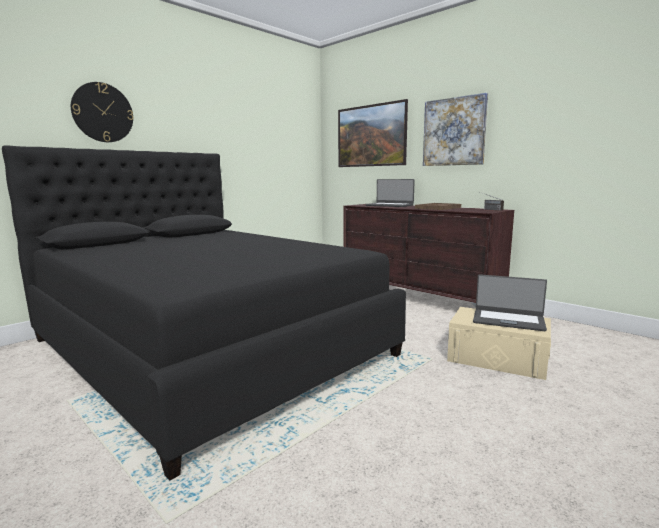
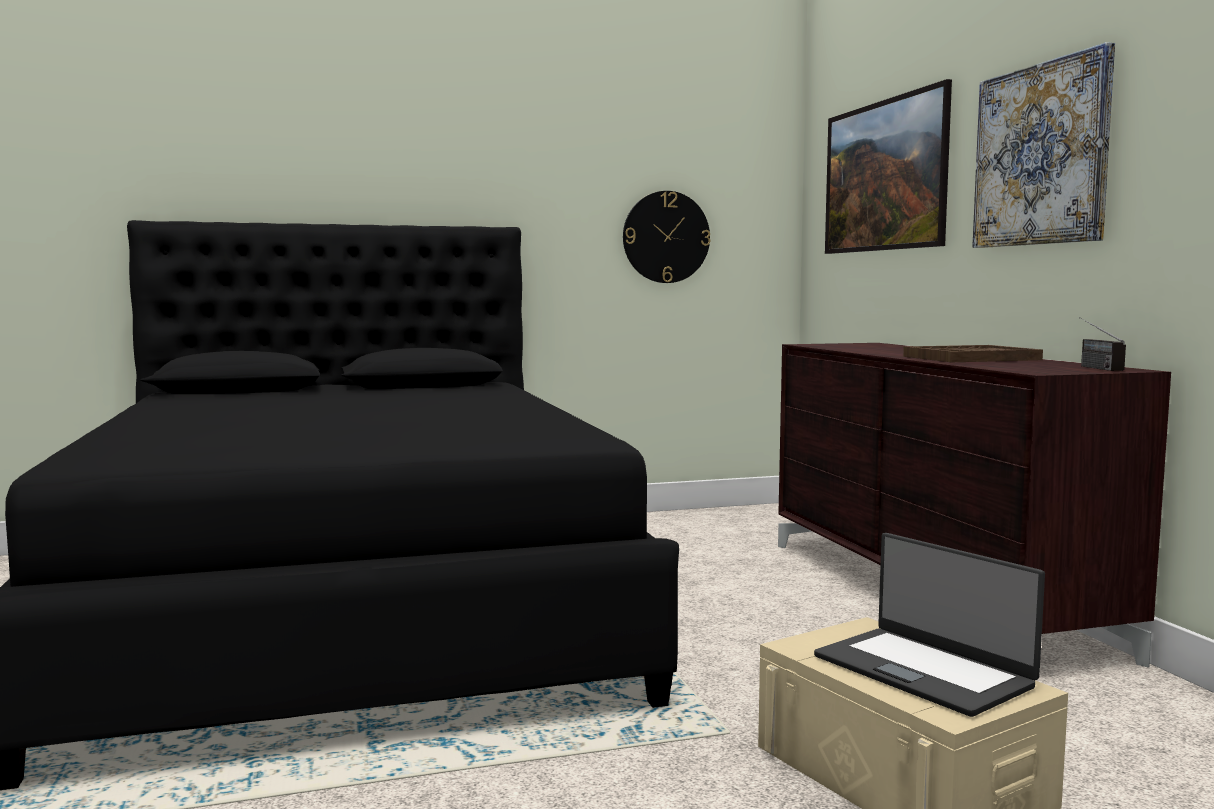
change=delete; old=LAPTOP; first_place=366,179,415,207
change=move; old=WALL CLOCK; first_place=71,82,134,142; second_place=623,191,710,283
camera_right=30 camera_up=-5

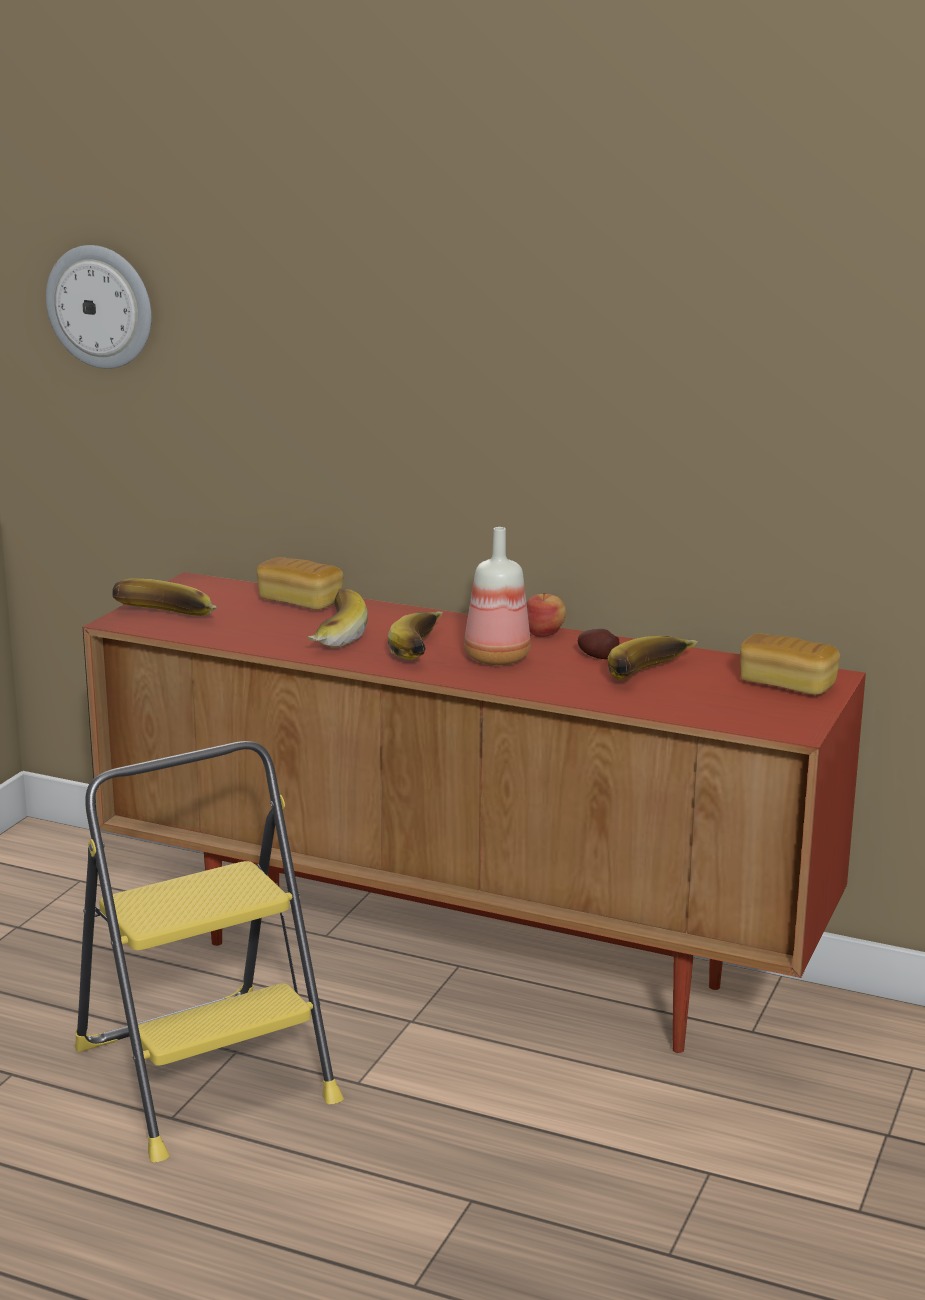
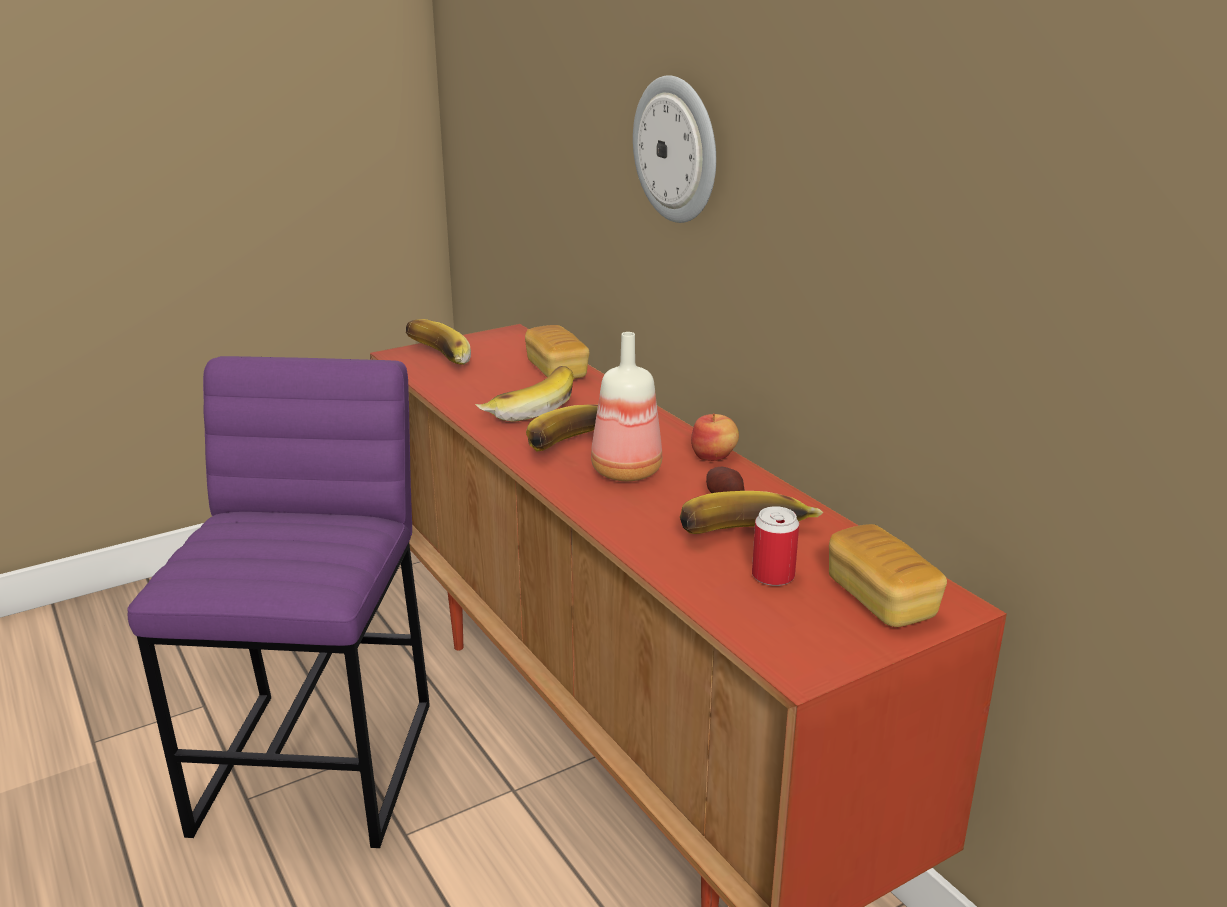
change=insert; new=CAN; second_place=752,506,799,586
change=move; old=WALL CLOCK; first_place=46,245,152,369; second_place=633,75,716,223
change=replace; old=YELLOW STEP LADDER; new=PURPLE STOOL; first_place=75,741,344,1163; second_place=127,356,430,848
camera_right=35 camera_up=5

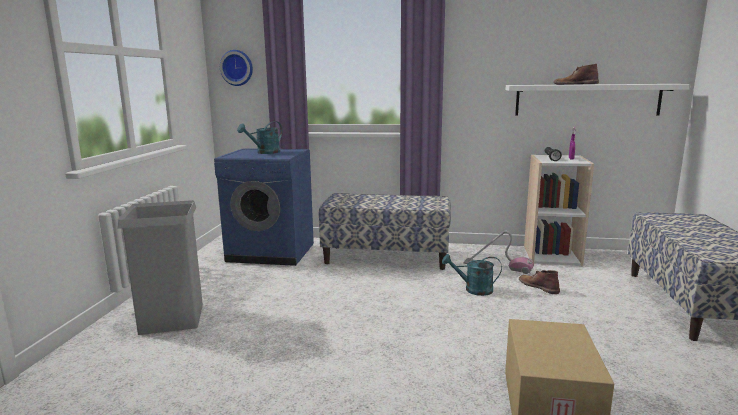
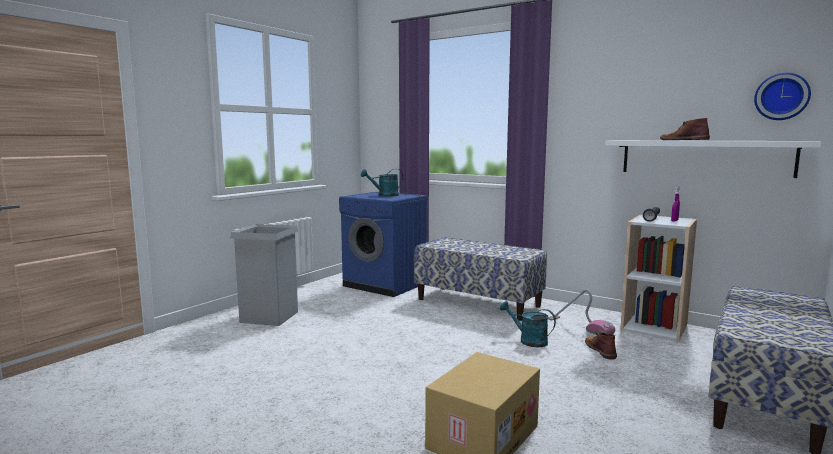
change=move; old=WALL CLOCK; first_place=220,50,253,86; second_place=754,73,811,120
camera_right=25 camera_up=-5

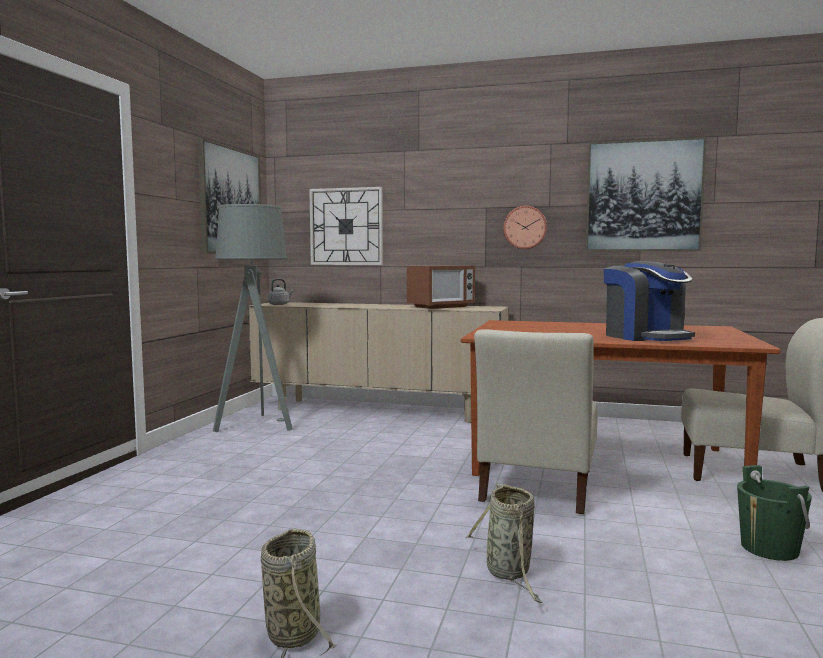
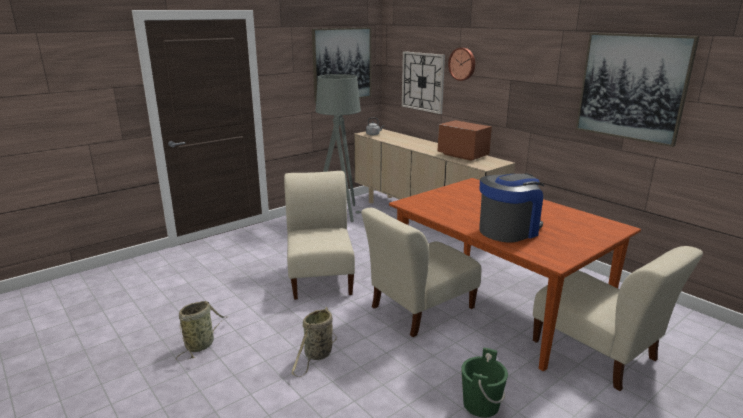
change=insert; new=BEIGE CHAIR; second_place=284,171,355,300
change=move; old=WALL CLOCK; first_place=503,206,547,249; second_place=448,48,475,81
change=rotate; old=MICROWAVE; first_place=407,266,475,309; second_place=437,120,492,161; degrees=-135
change=rotate; old=COFFEE MACHINE; first_place=604,261,695,341; second_place=479,173,545,243; degrees=-135
camera_right=35 camera_up=15

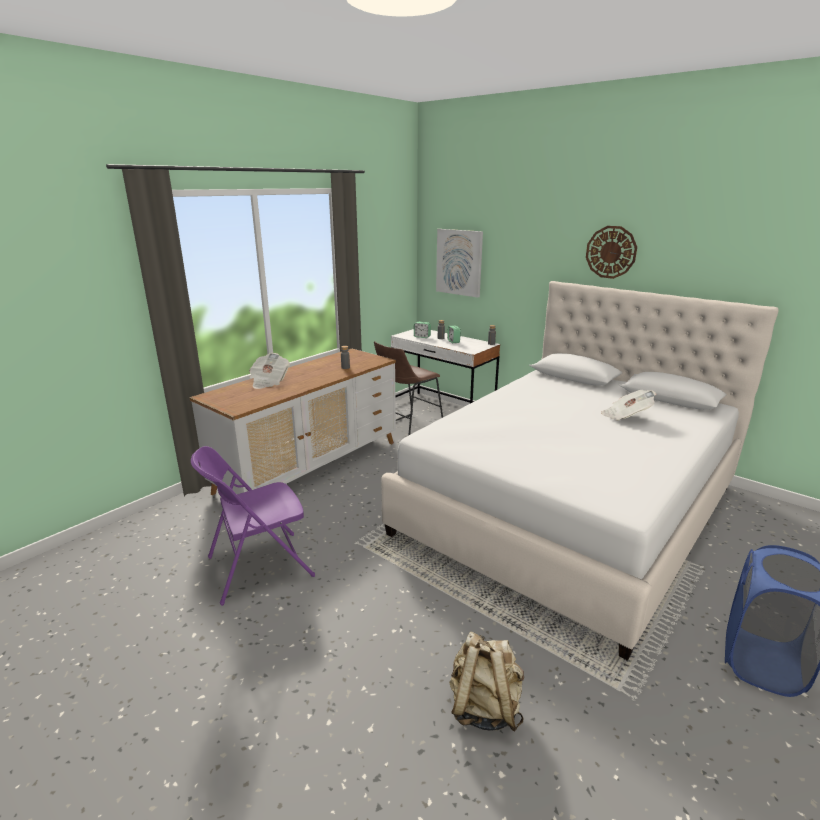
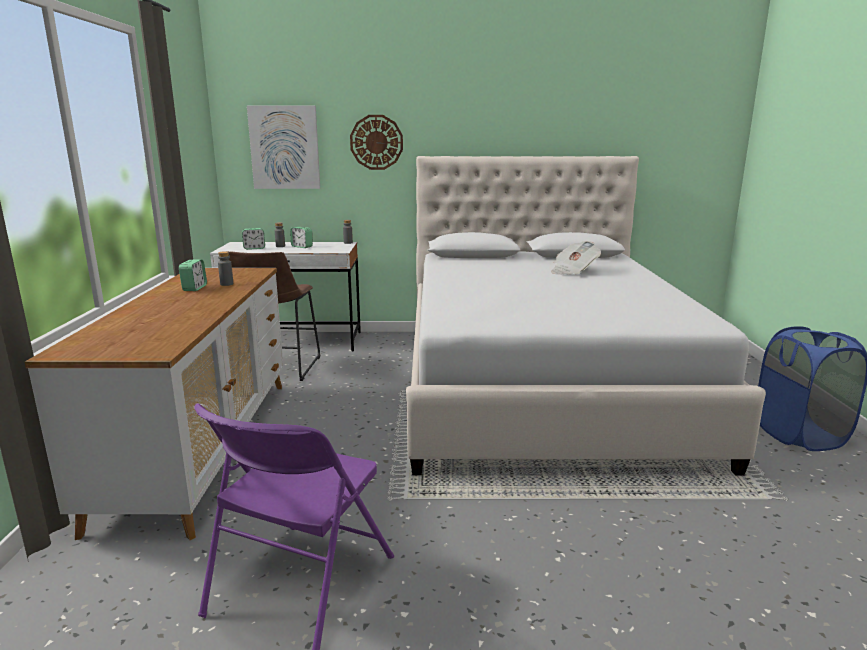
change=delete; old=NEWSPAPER; first_place=249,353,290,389
change=delete; old=BEIGE BACKPACK; first_place=449,632,524,732
change=insert; new=ALARM CLOCK; second_place=179,259,207,291
change=move; old=WALL CLOCK; first_place=586,226,637,279; second_place=350,115,403,170
camera_right=-40 camera_up=-5

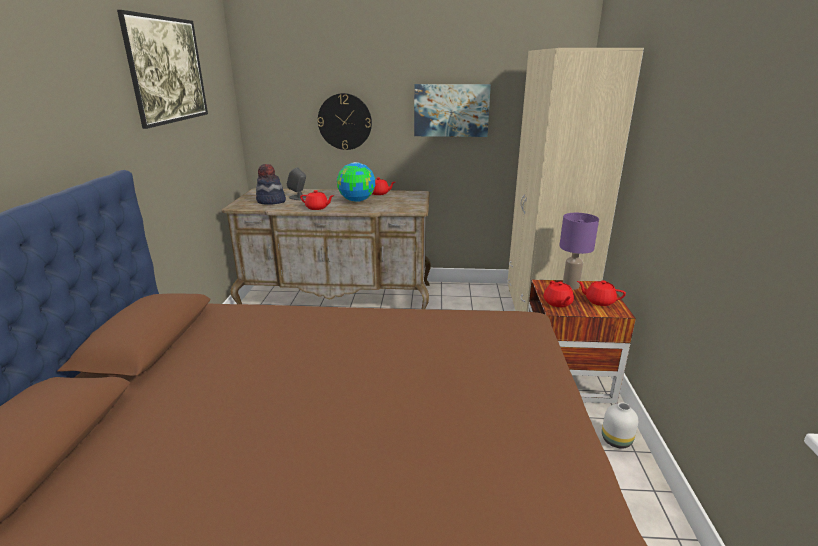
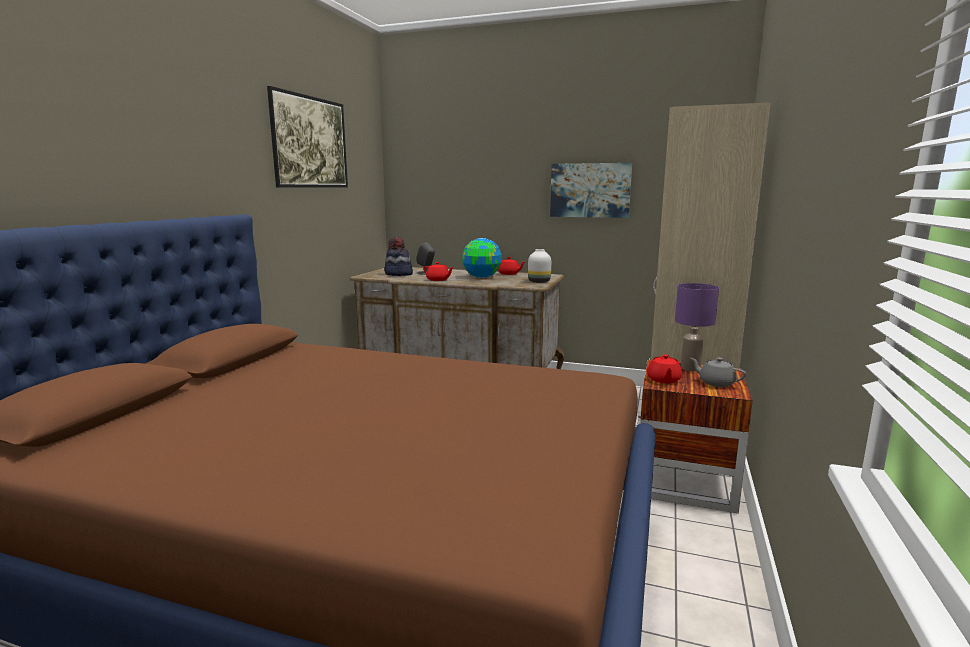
change=delete; old=WALL CLOCK; first_place=318,93,372,150
change=move; old=WHITE VASE; first_place=602,402,638,449; second_place=528,249,551,283
change=recolor; old=RED TEAPOT; new=GREY TEAPOT; first_place=577,280,626,306; second_place=690,357,746,387
camera_right=15 camera_up=-10

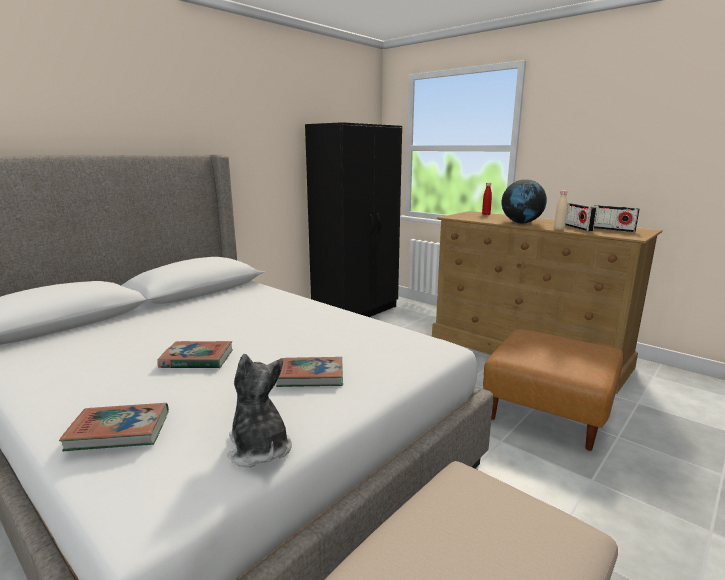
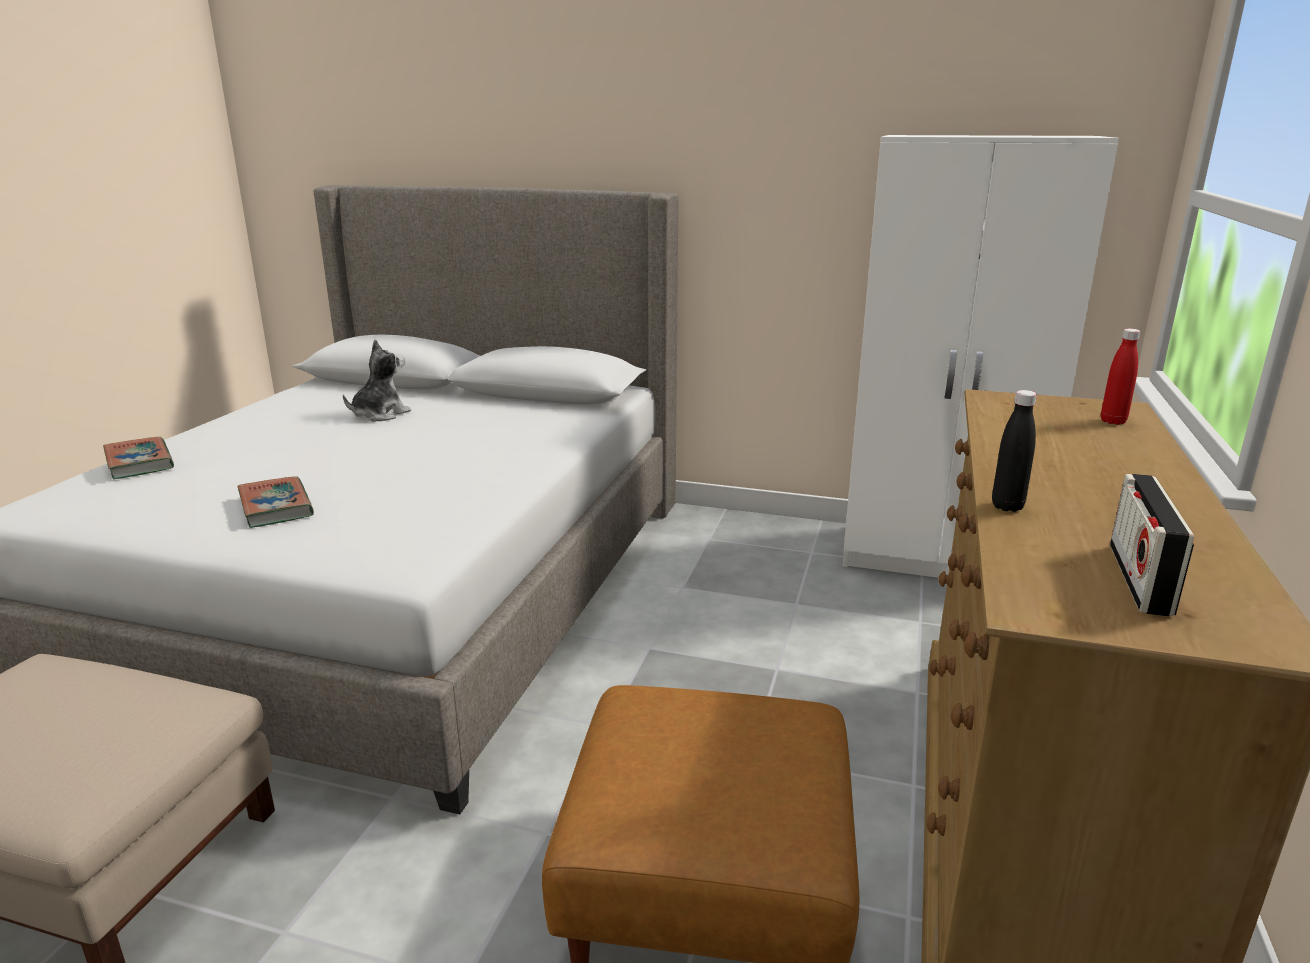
change=delete; old=BOOK; first_place=157,341,233,369
change=delete; old=GLOBE; first_place=502,179,547,224
change=delete; old=RADIO; first_place=565,203,597,231
change=move; old=PLUSH TOY; first_place=227,354,292,468; second_place=343,340,411,421
change=recolor; old=BLACK WARDROBE; new=WHITE WARDROBE; first_place=305,122,402,317; second_place=843,135,1119,578
change=recolor; old=BEIGE BOTTLE; new=BLACK BOTTLE; first_place=554,190,567,230; second_place=992,390,1037,512
camera_right=65 camera_up=5

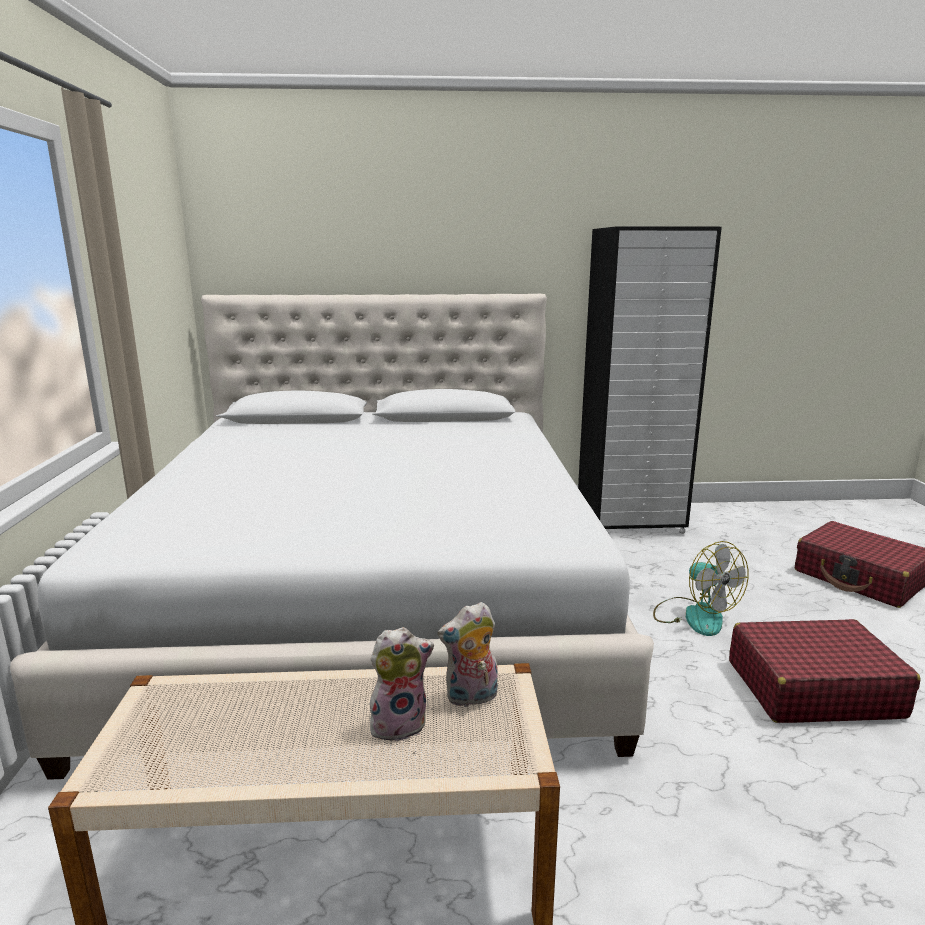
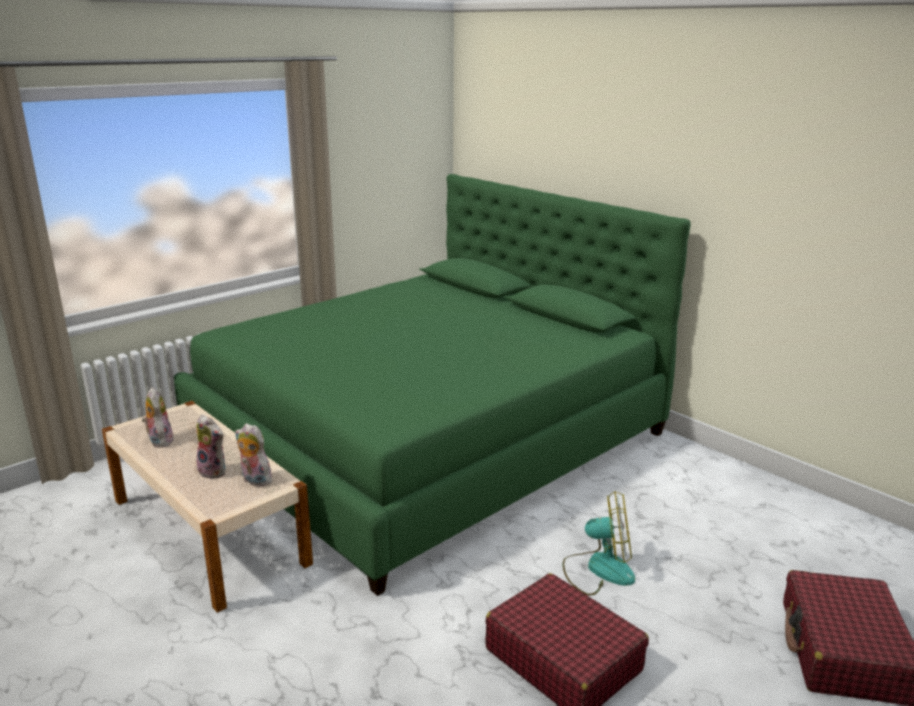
change=delete; old=WARDROBE; first_place=578,226,722,534
change=insert; new=PLUSH TOY; second_place=142,387,175,448
change=recolor; old=WHITE BED; new=GREEN BED; first_place=10,294,654,780; second_place=174,174,691,596
change=rotate; old=FAN; first_place=653,541,749,636; second_place=563,492,635,596; degrees=-105
camera_right=50 camera_up=5

